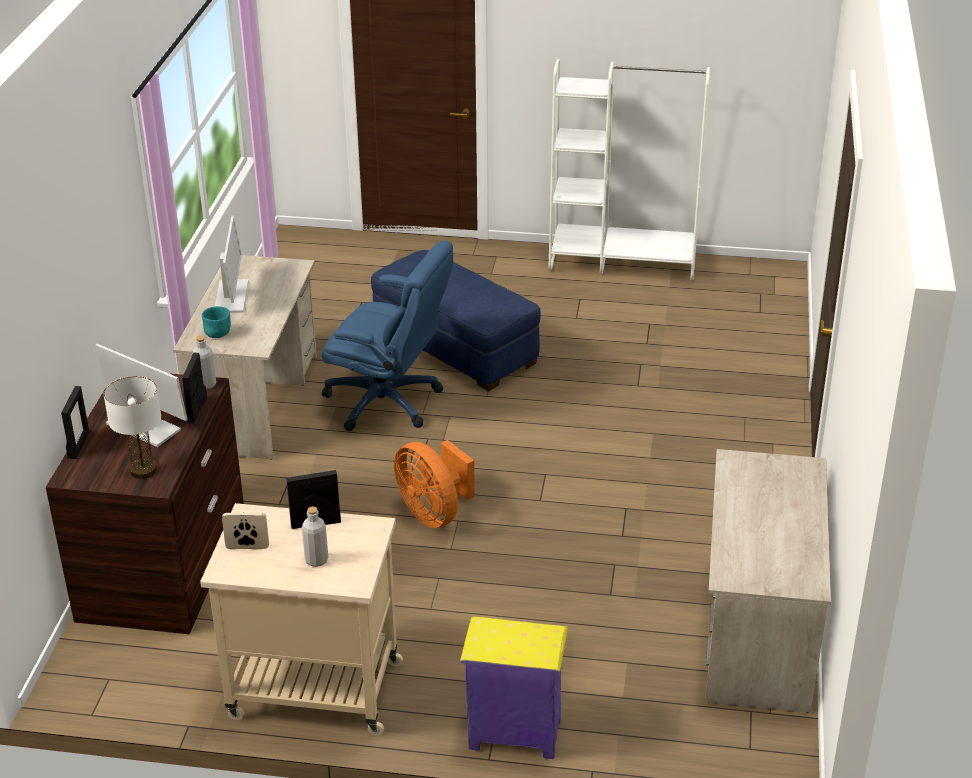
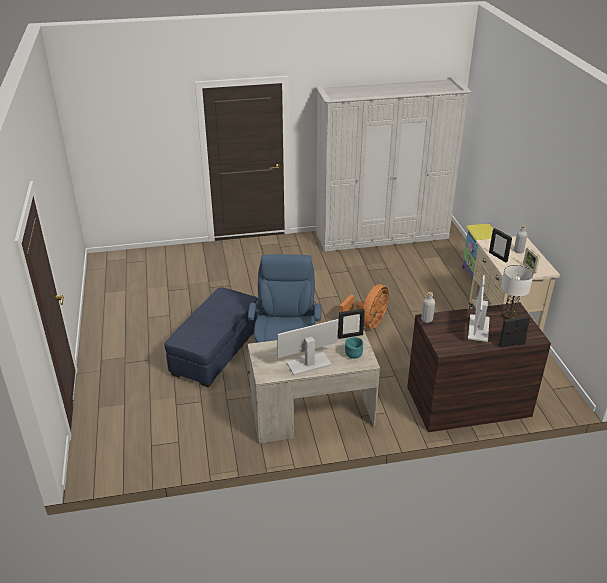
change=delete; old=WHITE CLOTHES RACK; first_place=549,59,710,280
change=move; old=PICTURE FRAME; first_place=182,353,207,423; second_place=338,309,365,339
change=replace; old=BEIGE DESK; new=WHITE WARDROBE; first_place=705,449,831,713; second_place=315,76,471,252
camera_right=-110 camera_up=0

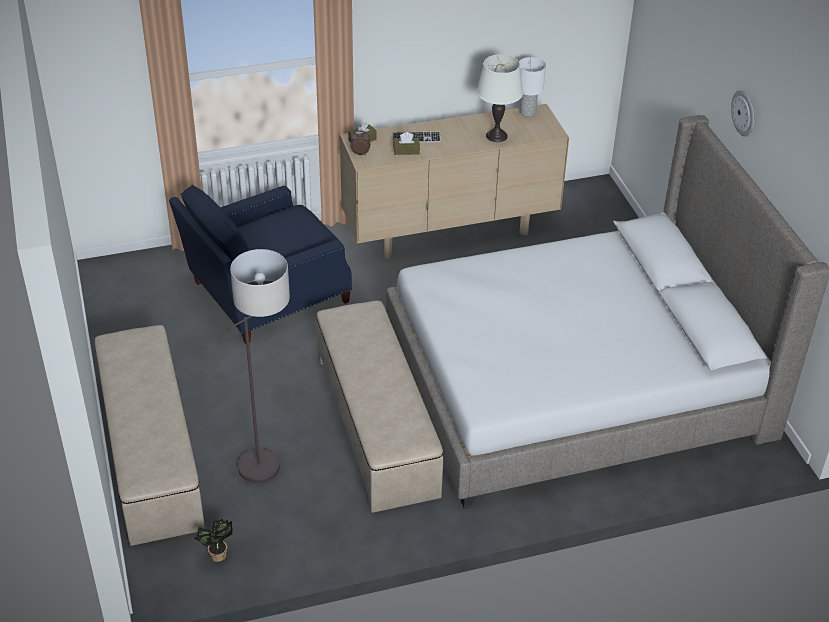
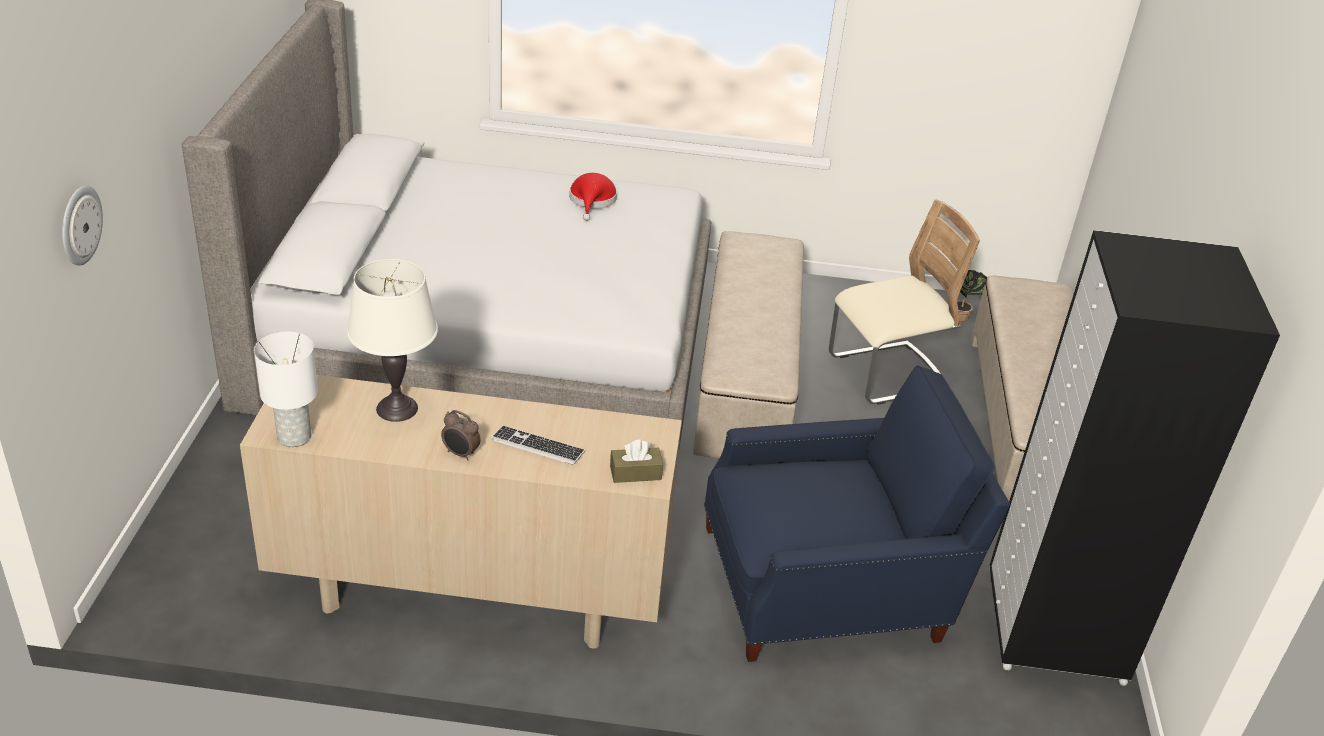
change=delete; old=BROWN TISSUE BOX; first_place=393,132,420,155
change=insert; new=RED HAT; second_place=569,173,617,221
change=insert; new=WARDROBE; second_place=989,230,1280,686
change=move; old=ALARM CLOCK; first_place=350,130,370,156; second_place=441,410,481,460
change=move; old=WALL CLOCK; first_place=731,90,754,137; second_place=62,185,103,266
change=replace; old=GREY FLOOR LAMP; new=BEIGE CHAIR; first_place=228,249,290,483; second_place=829,199,980,405
camera_right=-160 camera_up=-5

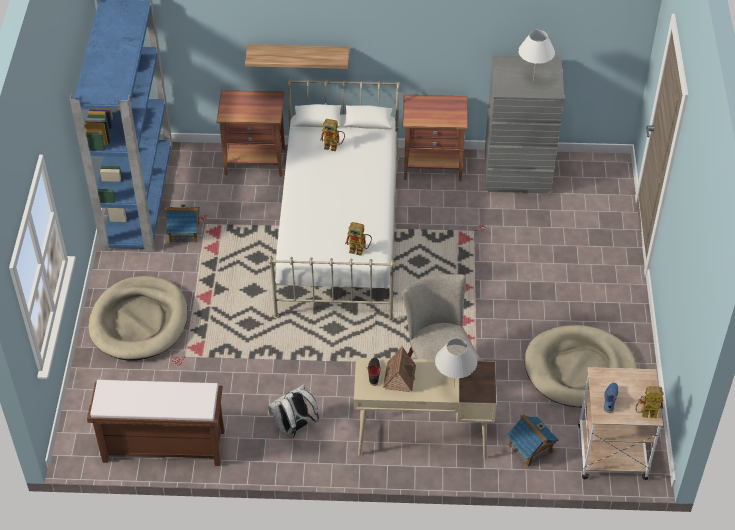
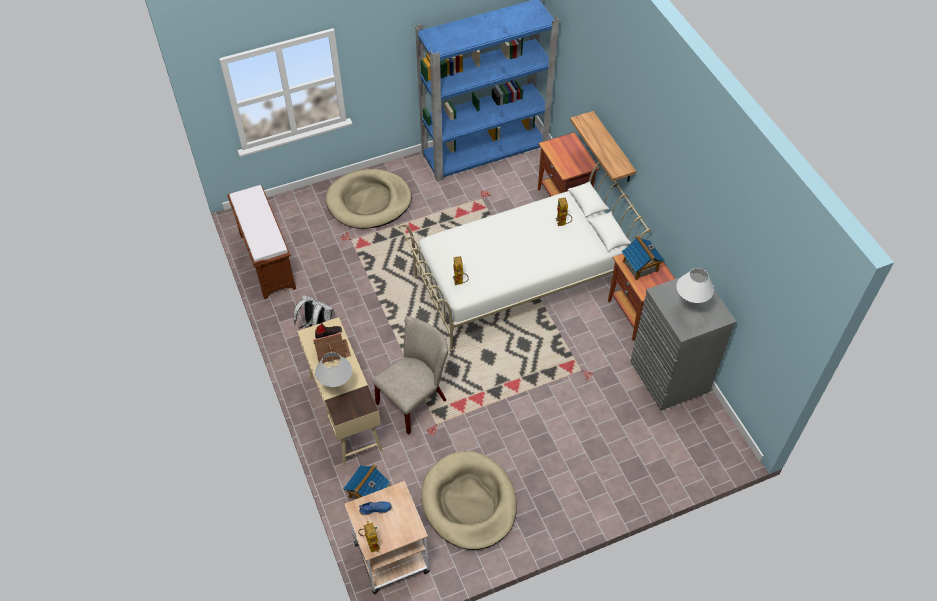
change=move; old=TOY HOUSE; first_place=165,204,200,243; second_place=621,235,665,280
camera_right=65 camera_up=5

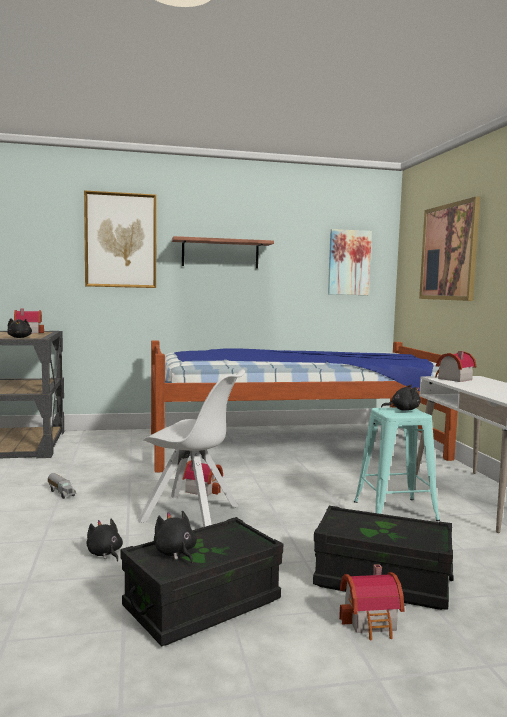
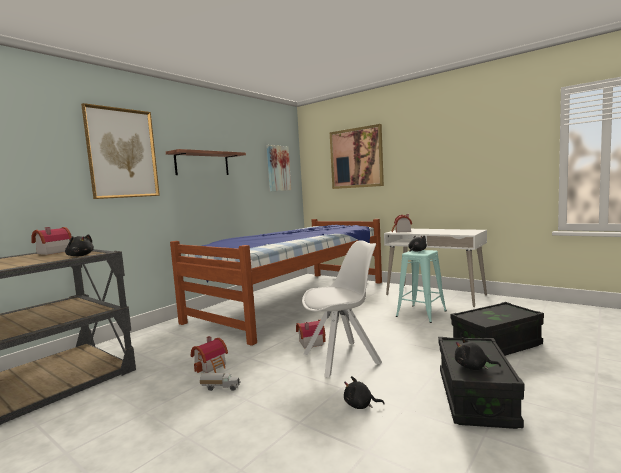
change=move; old=TOY HOUSE; first_place=339,564,404,640; second_place=191,336,228,373
camera_right=-40 camera_up=0

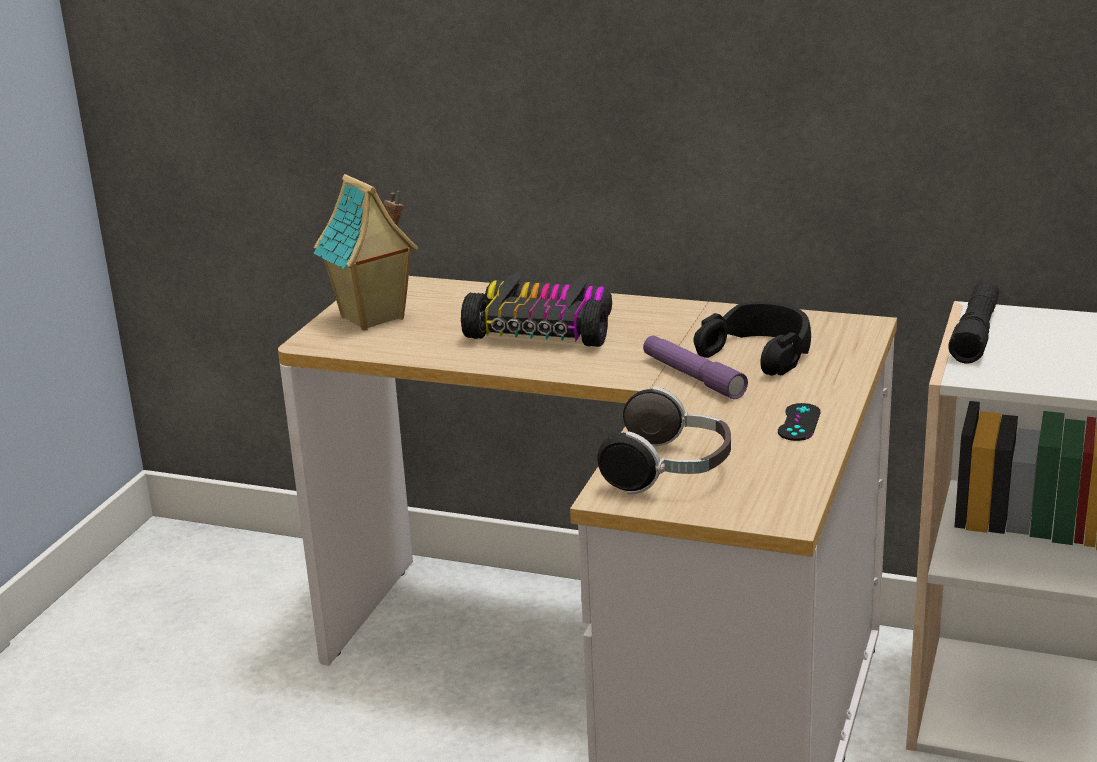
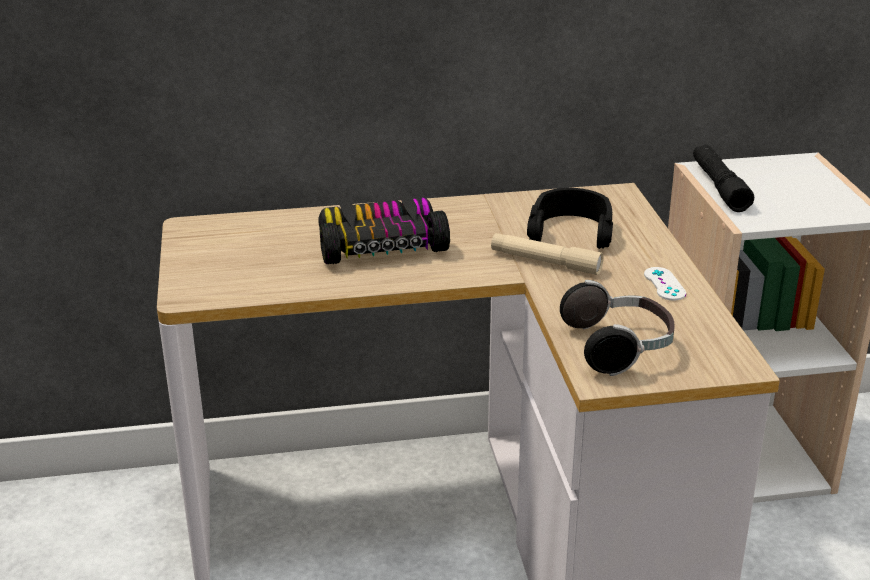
change=delete; old=TOY HOUSE; first_place=314,174,419,331
change=recolor; old=PURPLE FLASHLIGHT; new=BEIGE FLASHLIGHT; first_place=643,336,748,399; second_place=491,233,604,275
change=recolor; old=BLACK GAME CONTROLLER; new=WHITE GAME CONTROLLER; first_place=778,403,821,441; second_place=644,267,686,301
camera_right=-30 camera_up=5

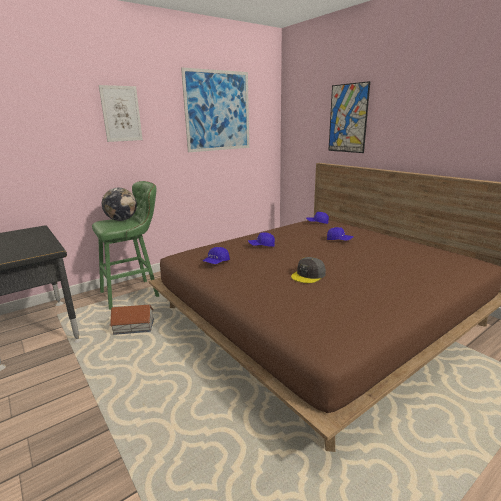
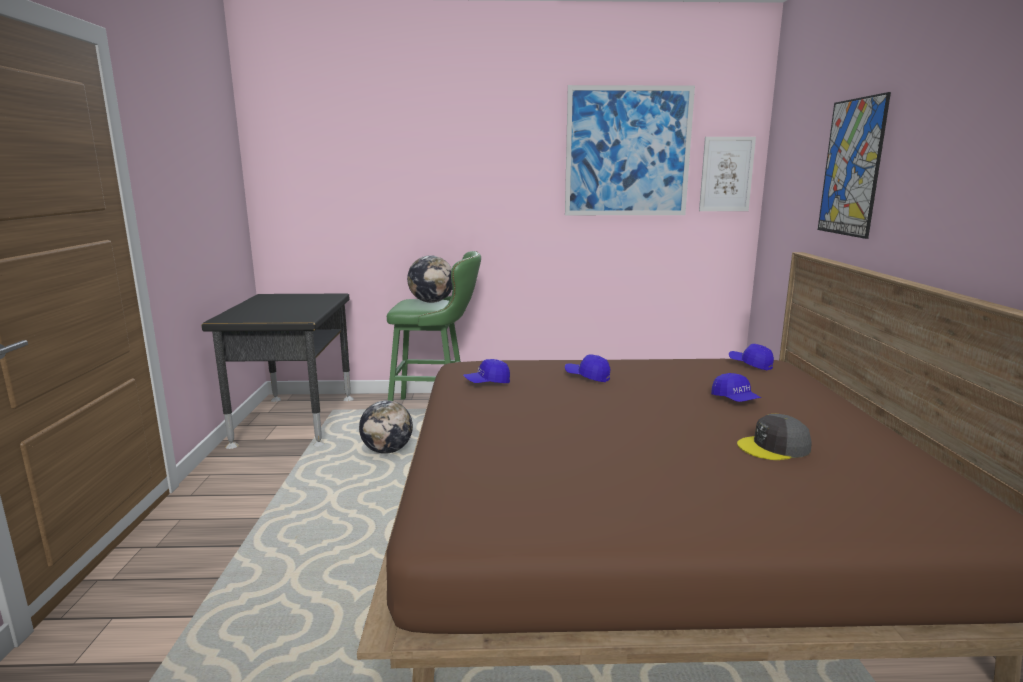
change=move; old=PICTURE; first_place=99,85,143,142; second_place=699,137,756,211
change=move; old=GREY CAP; first_place=291,257,326,283; second_place=737,414,812,460
change=replace; old=TOY HOUSE; new=GLOBE; first_place=110,305,154,335; second_place=359,400,413,454
camera_right=35 camera_up=-5

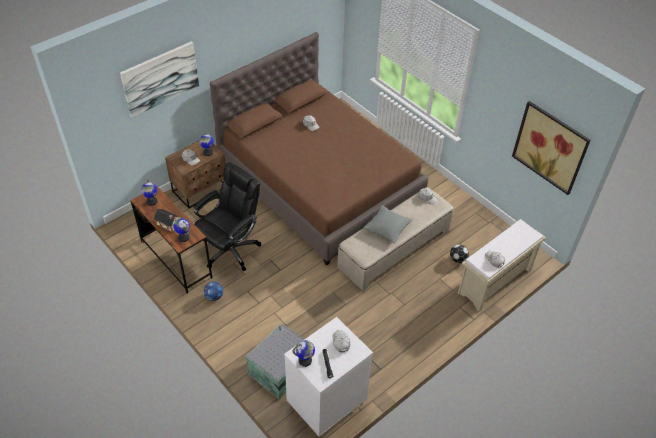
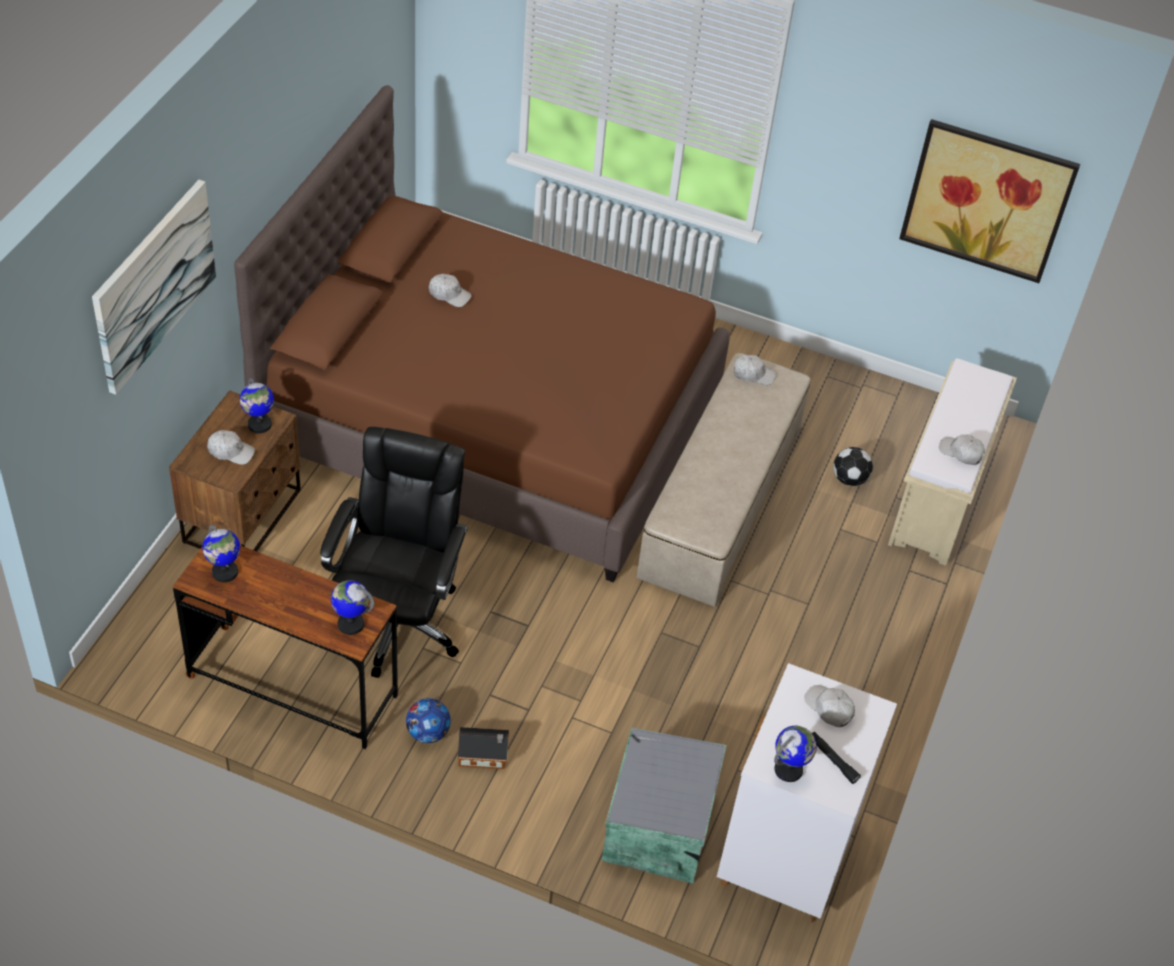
change=delete; old=GREY PILLOW; first_place=363,205,412,243
change=move; old=TOY HOUSE; first_place=154,209,180,232; second_place=458,727,509,769
camera_right=-30 camera_up=0

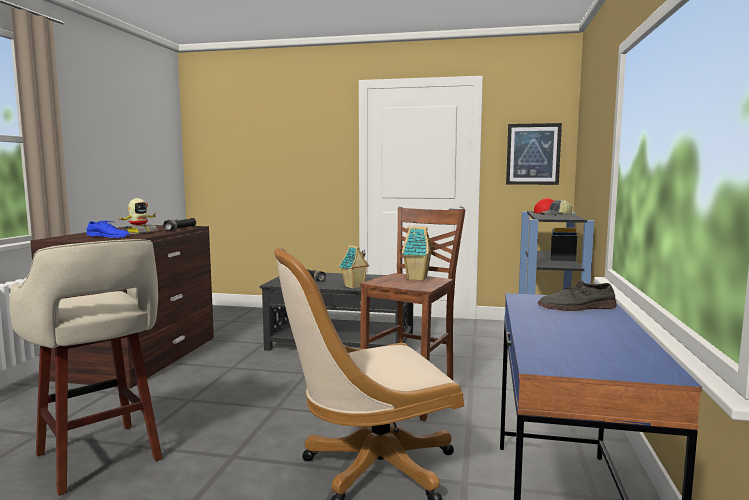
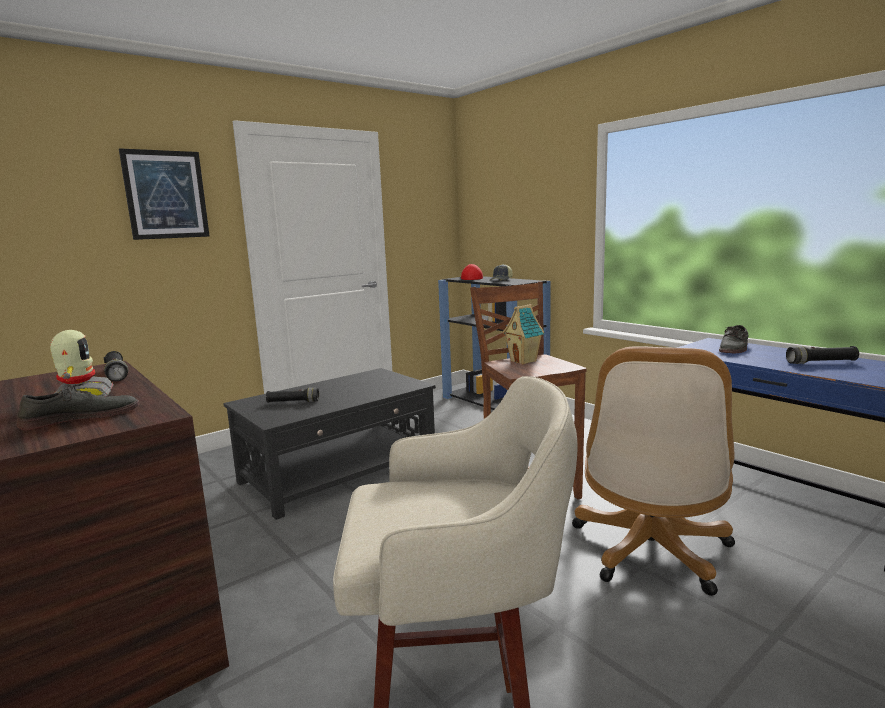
change=delete; old=TOY HOUSE; first_place=339,245,369,289
change=insert; new=BLACK FLASHLIGHT; second_place=786,346,859,364
change=move; old=PICTURE; first_place=506,123,562,185; second_place=119,148,210,240
change=recolor; old=BLUE SHOE; new=GREY SHOE; first_place=86,220,130,238; second_place=17,384,139,431
camera_right=-50 camera_up=5

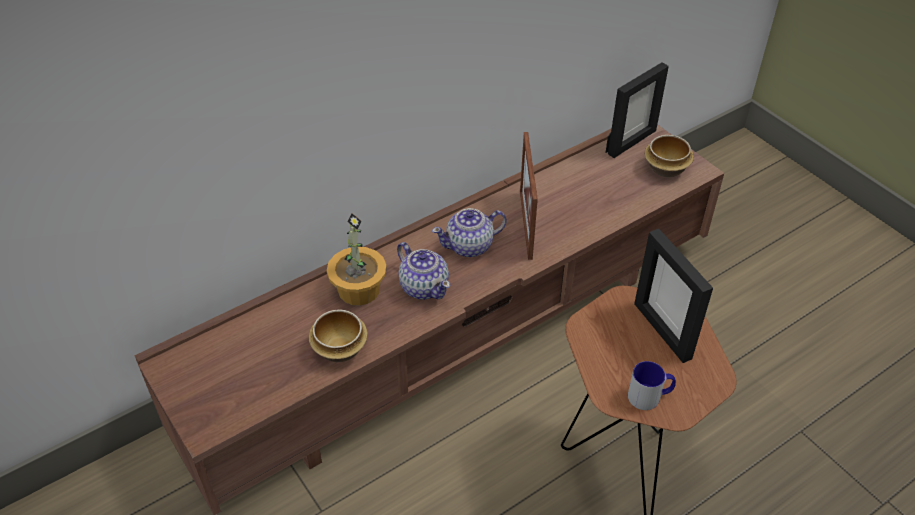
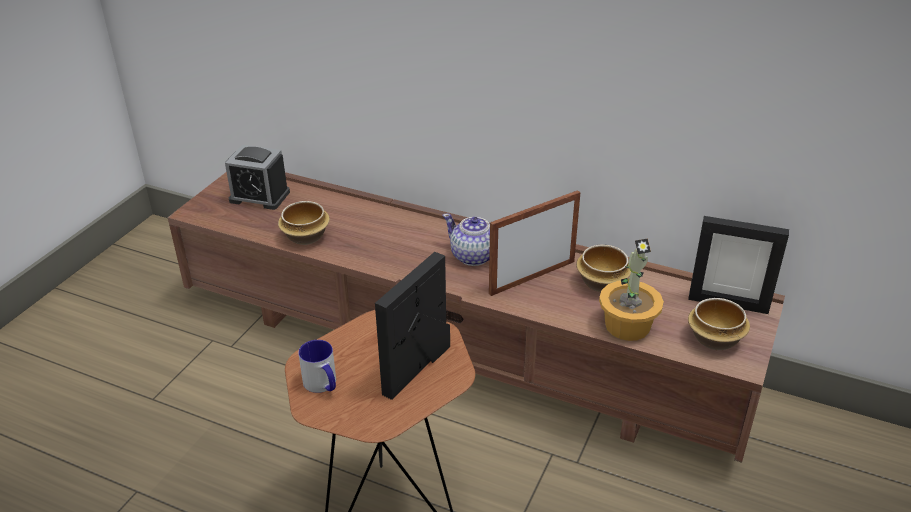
change=delete; old=TEAPOT; first_place=397,242,450,300
change=insert; new=ALARM CLOCK; second_place=225,145,290,210
change=insert; new=BOWL; second_place=576,245,631,292
change=move; old=POTTED PLANT; first_place=327,213,387,306; second_place=599,238,664,341
camera_right=60 camera_up=-10

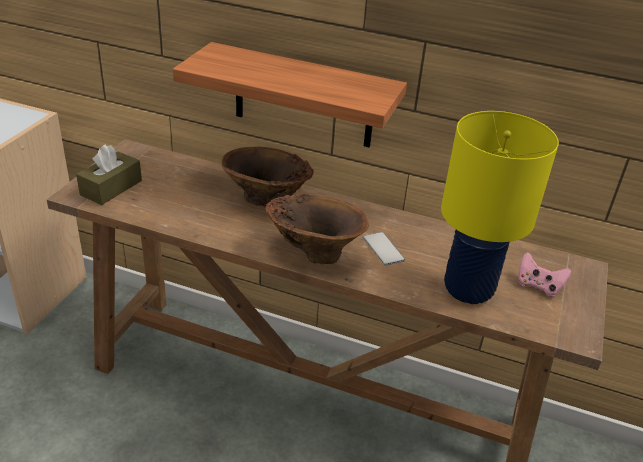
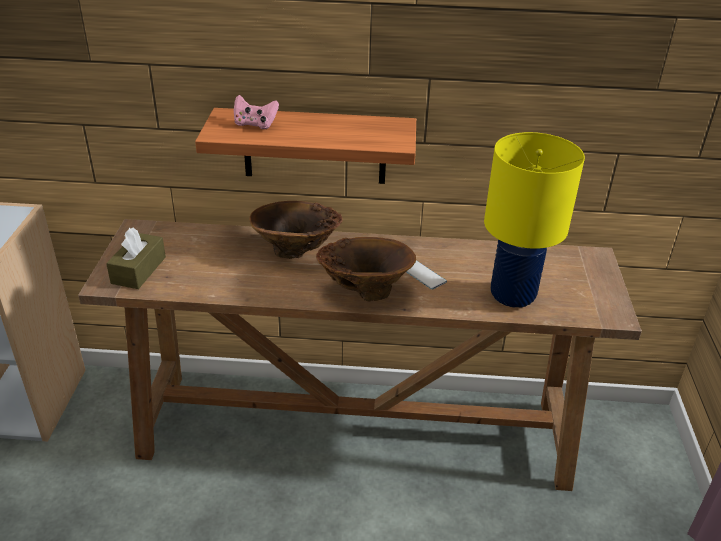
change=move; old=PINK GAME CONTROLLER; first_place=518,252,571,297; second_place=234,95,279,129
camera_right=-15 camera_up=0

